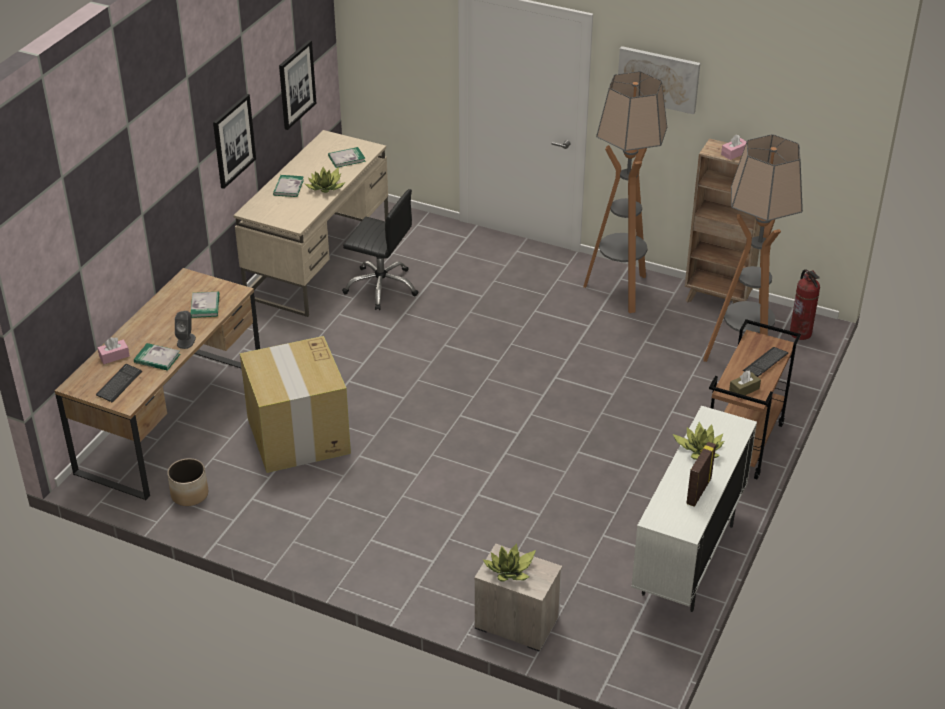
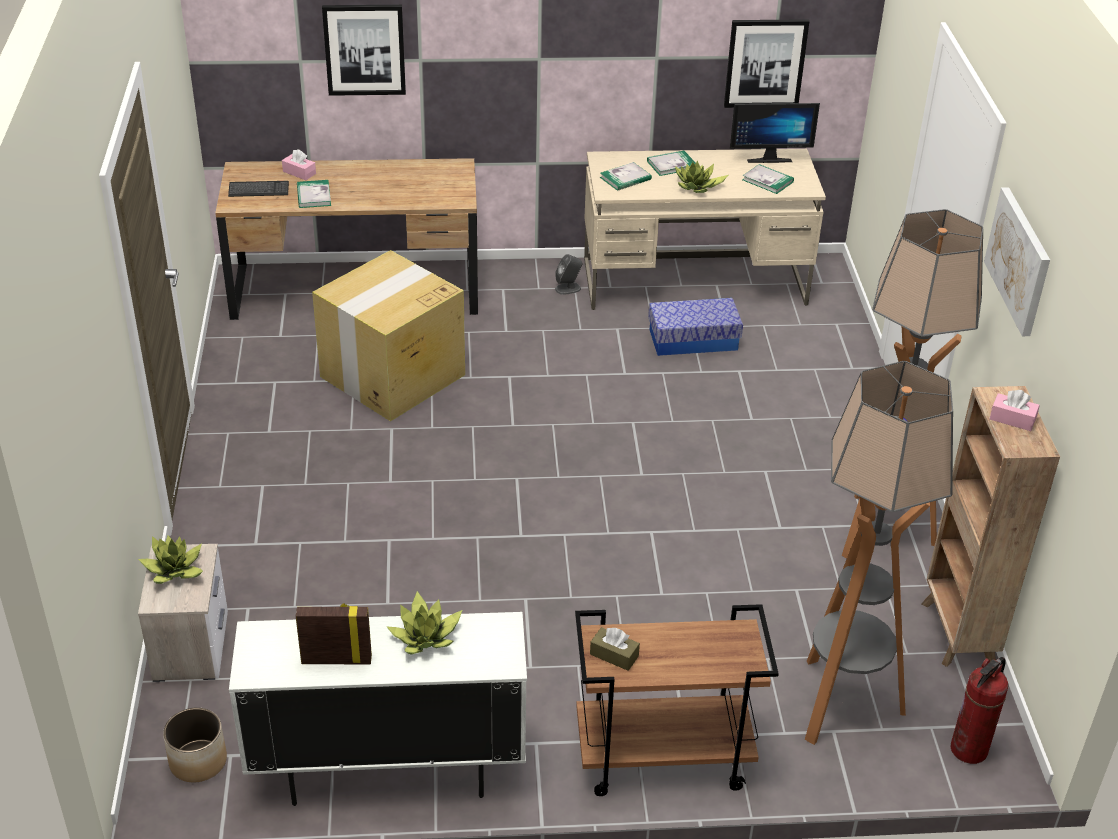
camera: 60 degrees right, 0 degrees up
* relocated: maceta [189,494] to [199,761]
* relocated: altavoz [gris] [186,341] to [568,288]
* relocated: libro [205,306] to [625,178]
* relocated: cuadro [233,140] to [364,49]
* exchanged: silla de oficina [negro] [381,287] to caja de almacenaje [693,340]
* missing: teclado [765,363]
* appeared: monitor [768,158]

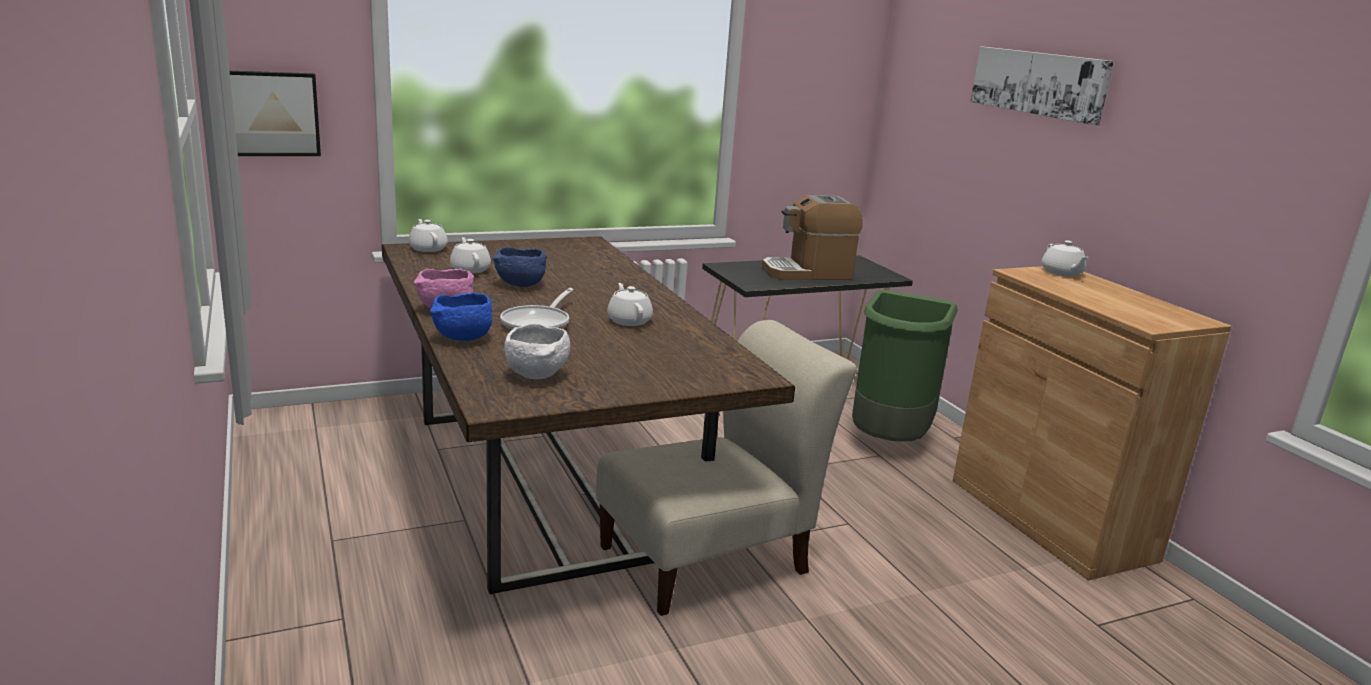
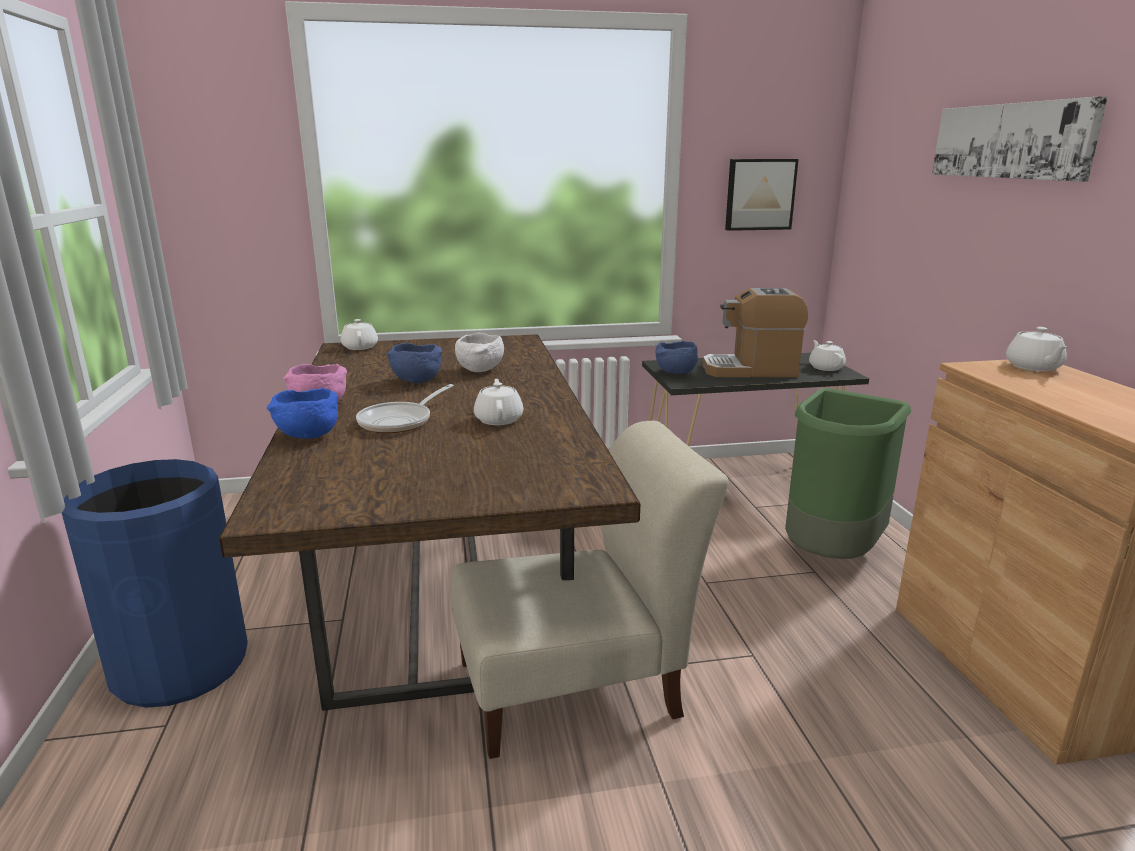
camera: 15 degrees right, 0 degrees up
* relocated: cuadro [273,113] to [759,194]
* relocated: tetera [blanco] [470,269] to [825,367]
* relocated: cuenco [blanco] [537,376] to [480,371]
* appeared: papelera [azul] [181,666]
* appeared: cuenco [azul] [675,373]

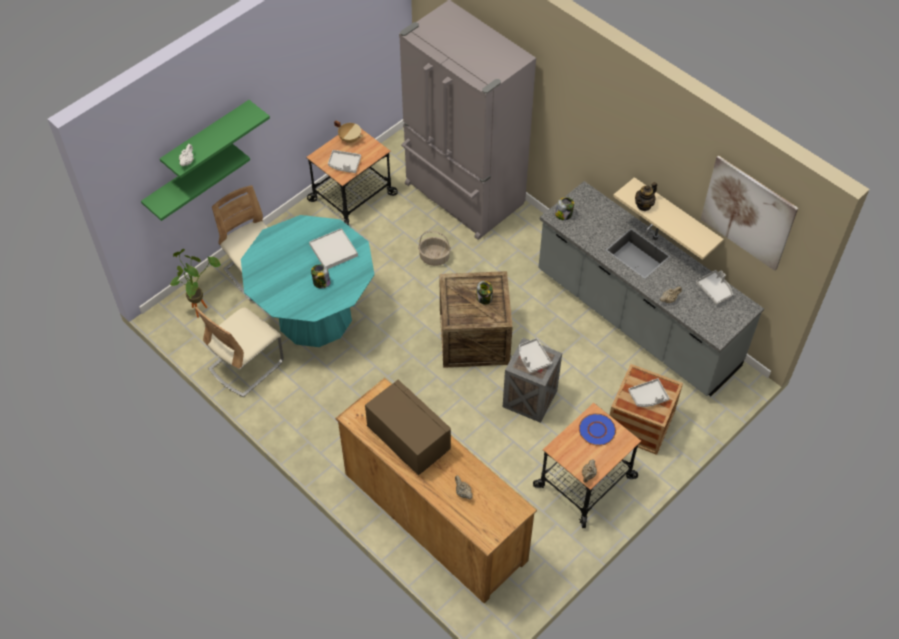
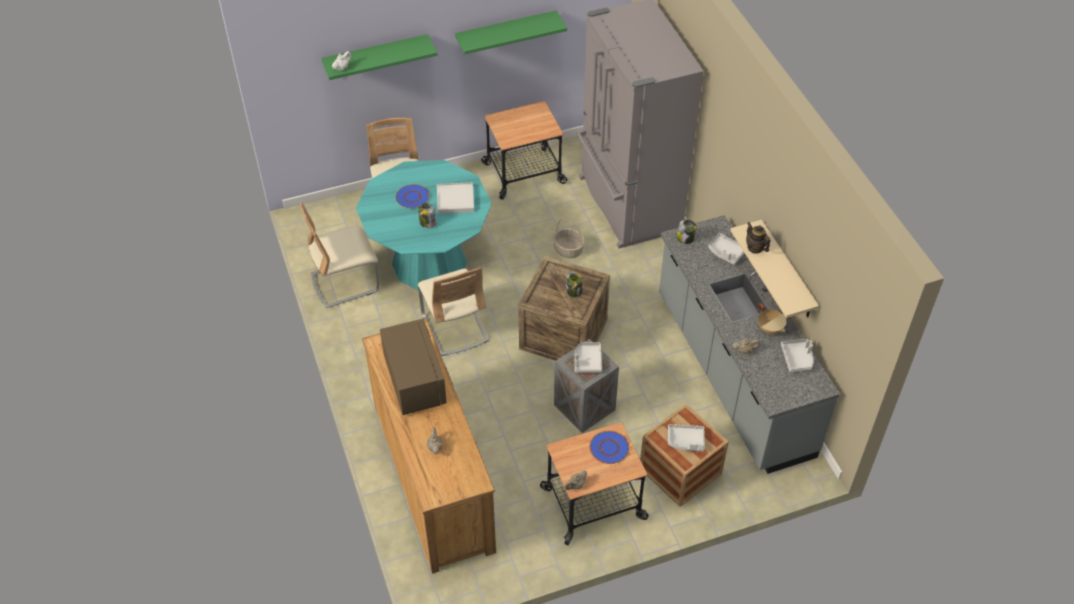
camera: 25 degrees right, 5 degrees down
* relocated: estante [verde] [188,179] to [506,32]
* missing: planta en maceta [200,307]
* relocated: bandeja [gris] [344,164] to [726,252]
* relocated: olla [beis] [350,139] to [770,328]
* spun: tetera [644,205] = [755,248] 75 degrees clockwise
* missing: cuadro [748,213]
* appeared: plato [azul] [412,197]
* appeared: silla [beis] [454,327]

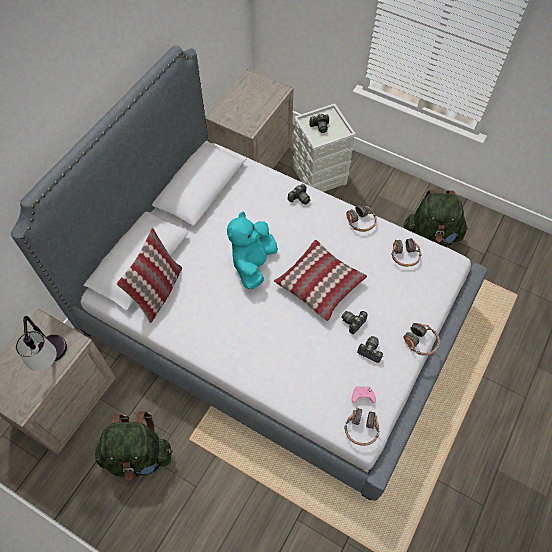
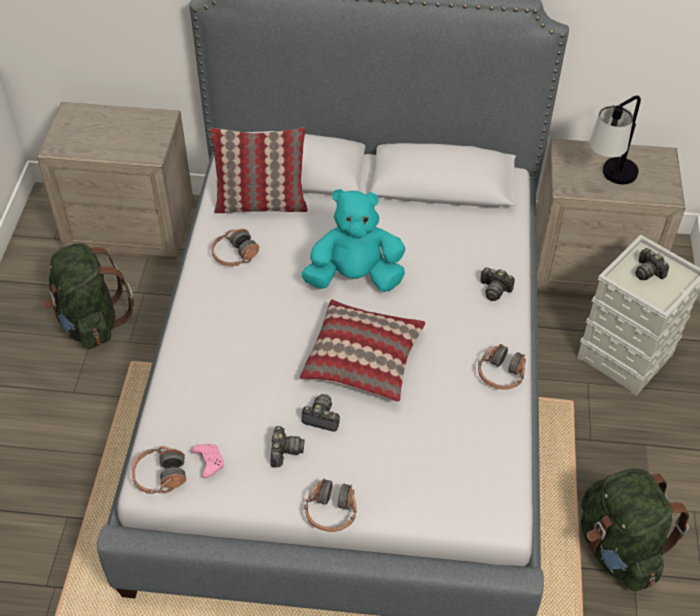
camera: 65 degrees right, 10 degrees down
* relocated: lámpara de mesa [55,361] to [609,180]
* relocated: auriculares [404,256] to [234,255]

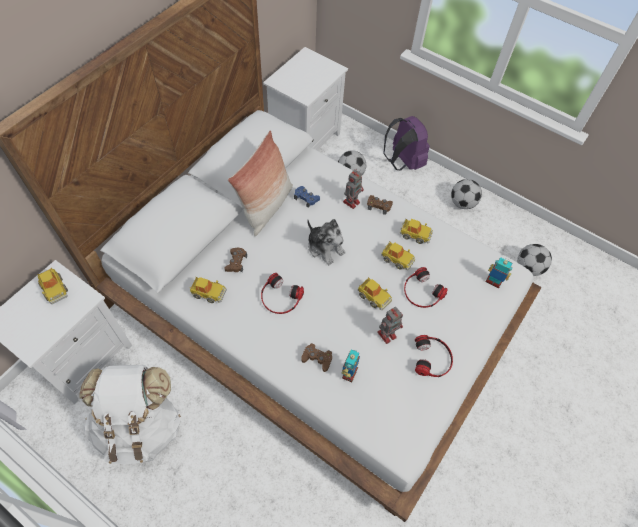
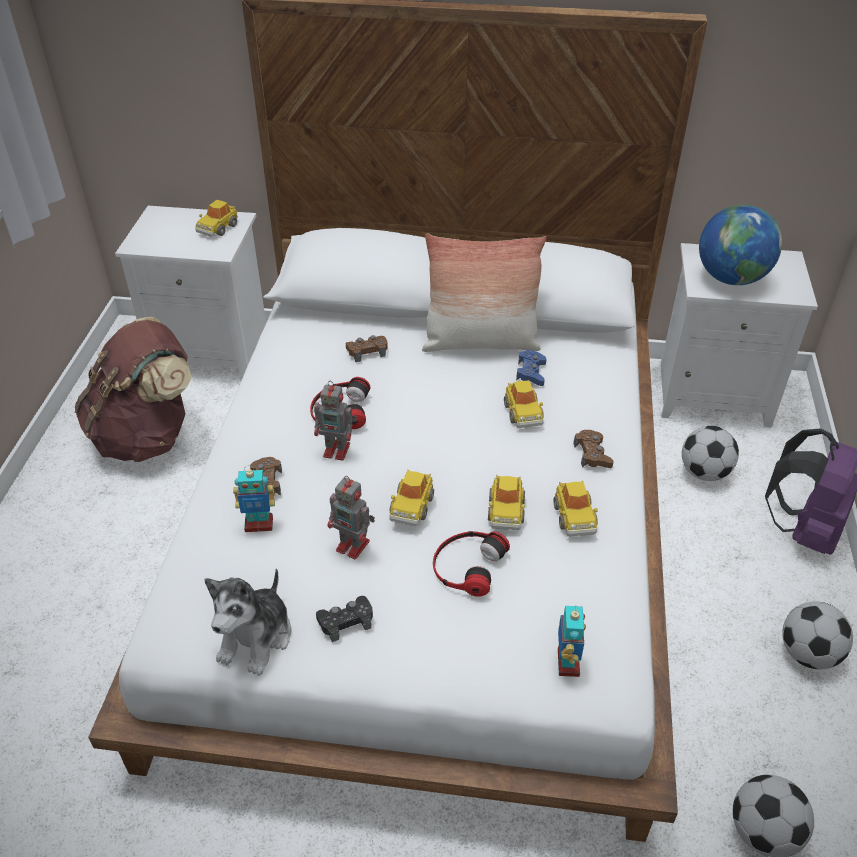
camera: 65 degrees right, 15 degrees down
* colour: mochila [blanco] [140,426] to mochila [marrón] [147,436]
* relocated: coche de juguete [208,292] to [523,412]
* relocated: peluche [325,248] to [256,638]
* relocated: robot de juguete [352,201] to [338,450]
* exchanged: auriculares [432,358] to mando de consola [negro] [346,621]
* appeared: globo terráqueo [731,278]

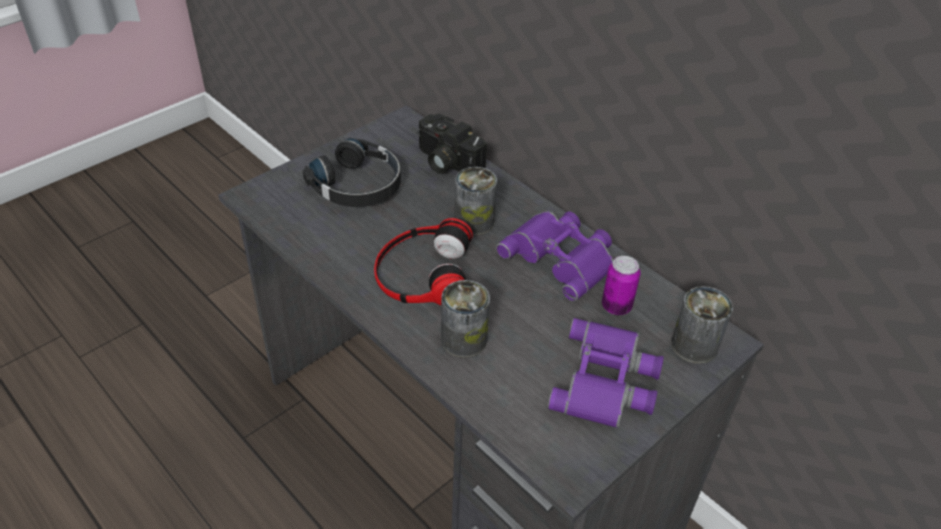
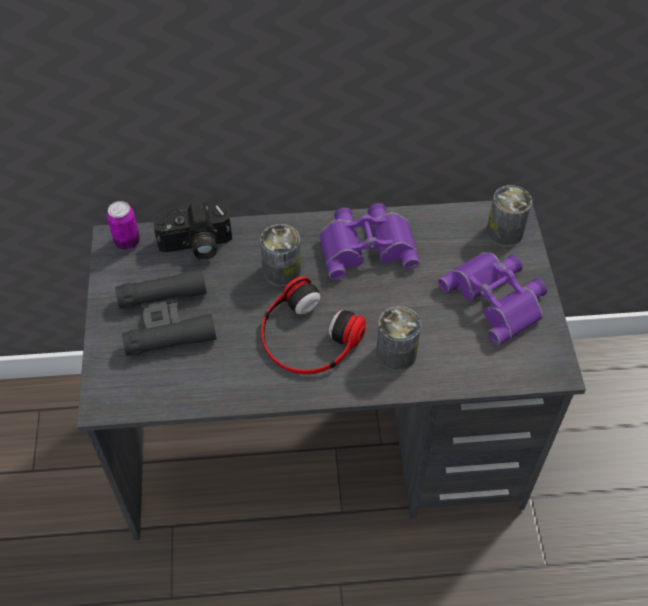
camera: 50 degrees left, 10 degrees up
* exchanged: auriculares [negro] [358,185] to prismáticos [negro] [167,319]
* relocated: lata [616,306] to [127,242]

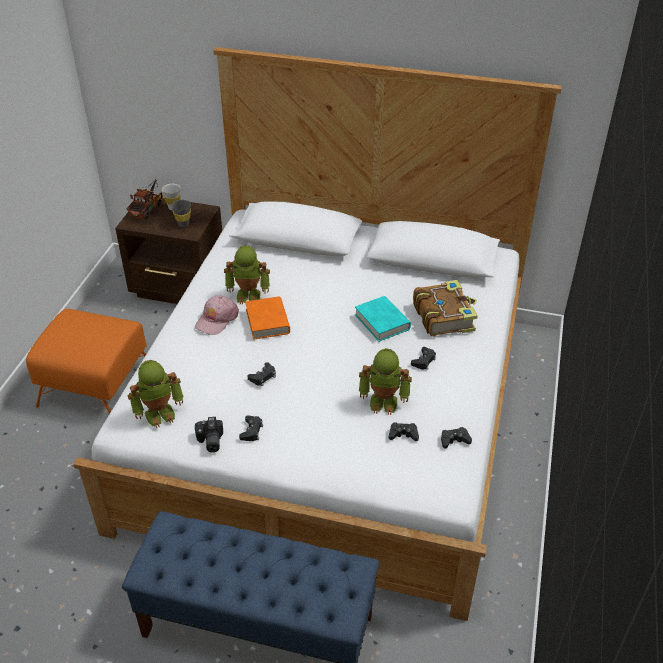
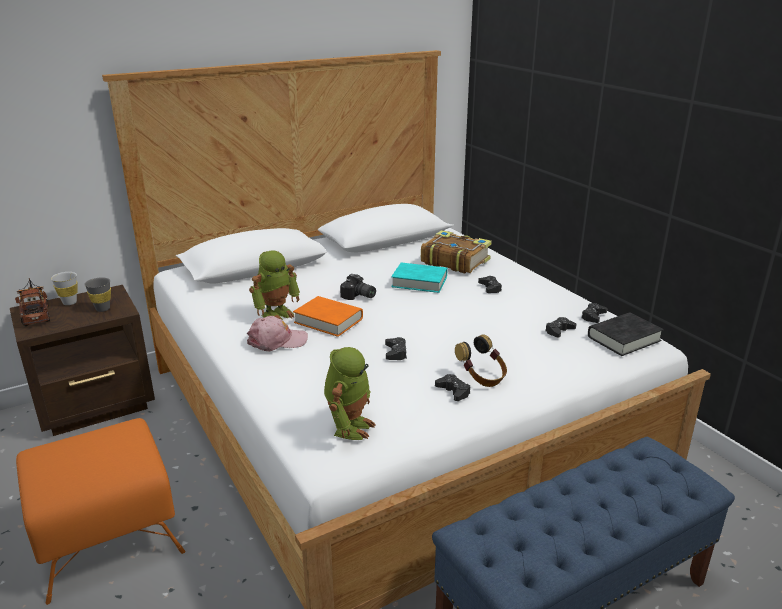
camera: 45 degrees left, 15 degrees down
* spun: gorra [rosa] [216,319] = [277,341] 90 degrees counterclockwise
* relocated: cámara [209,441] to [358,296]
* missing: robot de juguete [384,401]
* appeared: auriculares [482,377]
* appeared: libro [negro] [623,339]

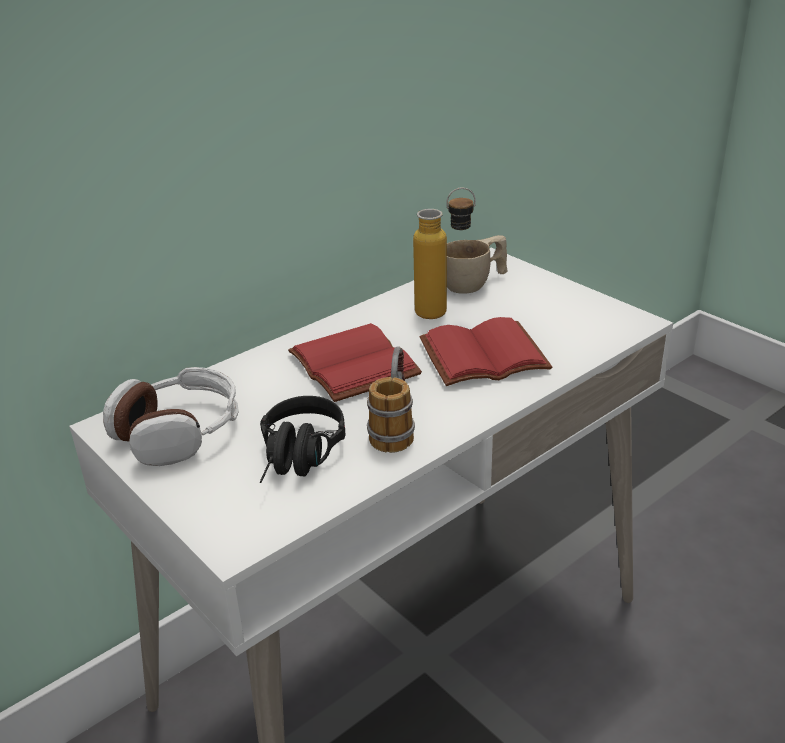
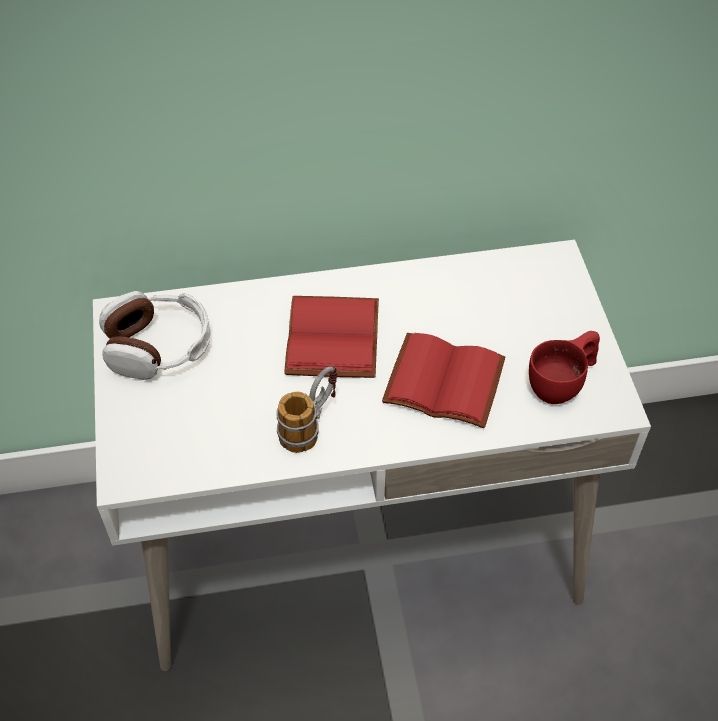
camera: 30 degrees right, 20 degrees up
* missing: auriculares [negro] [299,459]
* missing: botella [444,312]
* missing: taza [beis] [474,284]
* appeared: taza [rojo] [563,383]

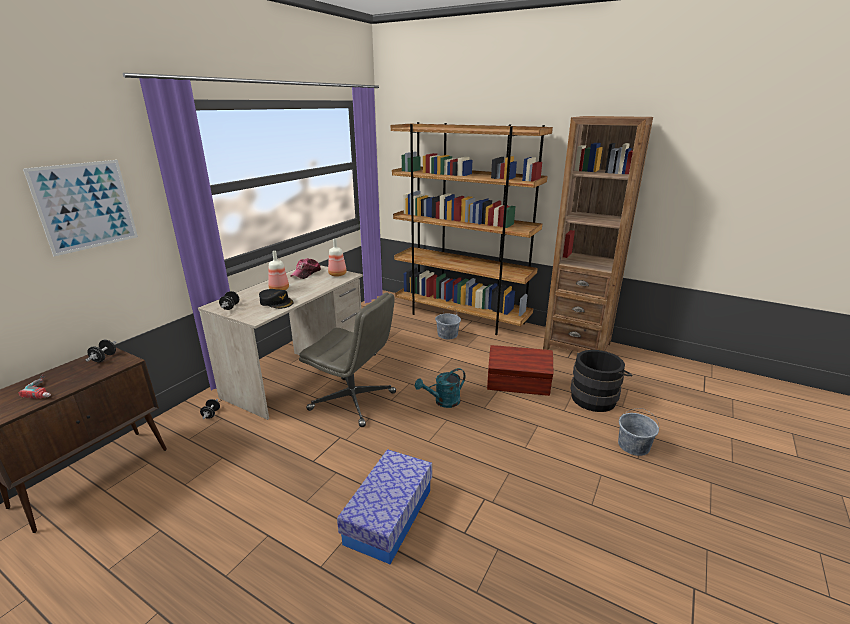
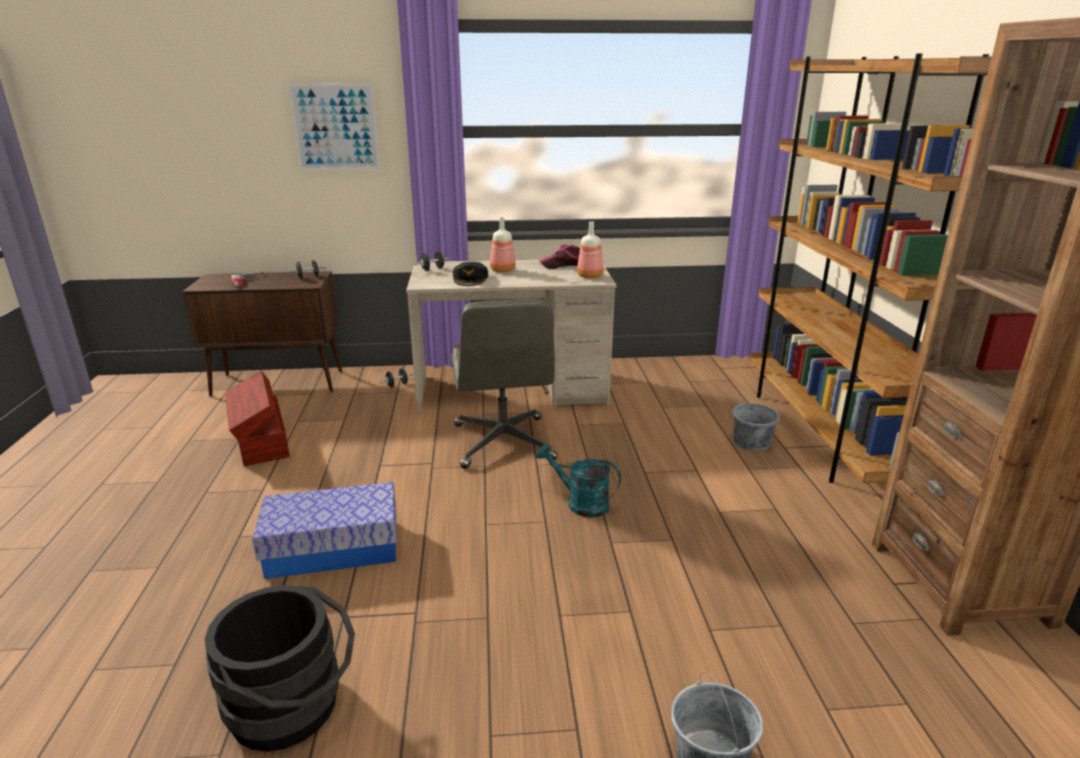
camera: 55 degrees right, 0 degrees up
* relocated: caja de almacenaje [marrón] [518,385] to [261,441]
* relocated: cubo [negro] [595,397] to [294,708]

